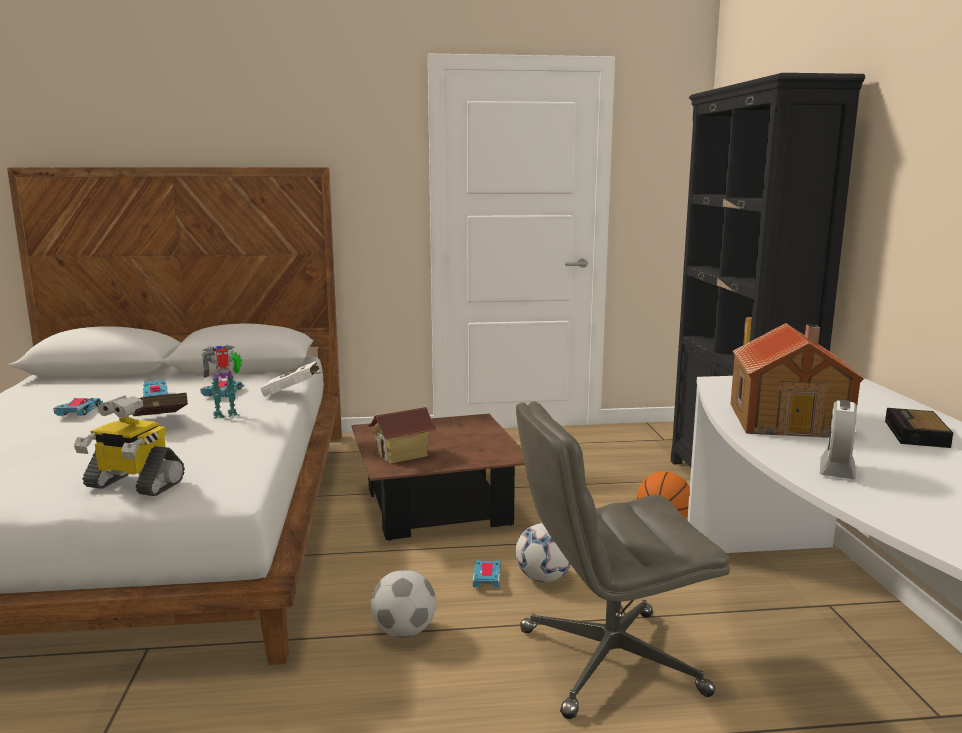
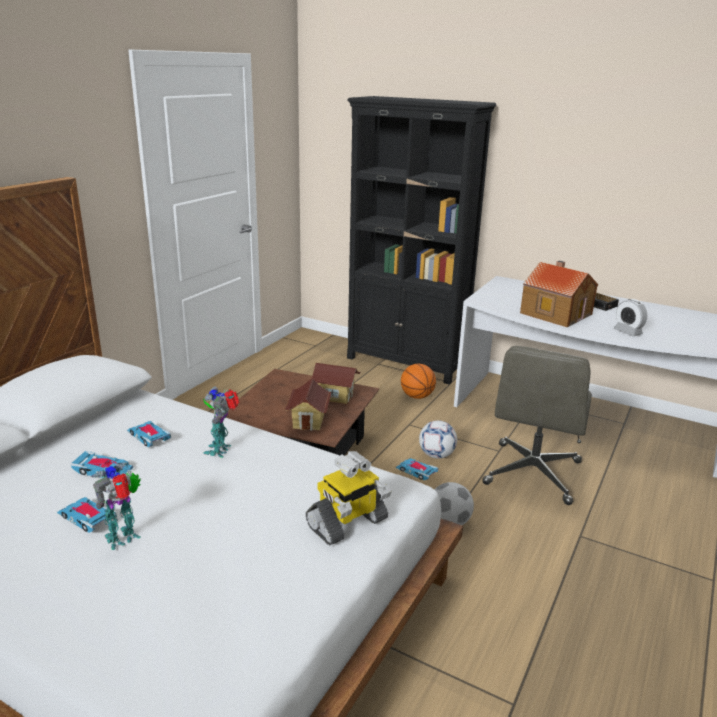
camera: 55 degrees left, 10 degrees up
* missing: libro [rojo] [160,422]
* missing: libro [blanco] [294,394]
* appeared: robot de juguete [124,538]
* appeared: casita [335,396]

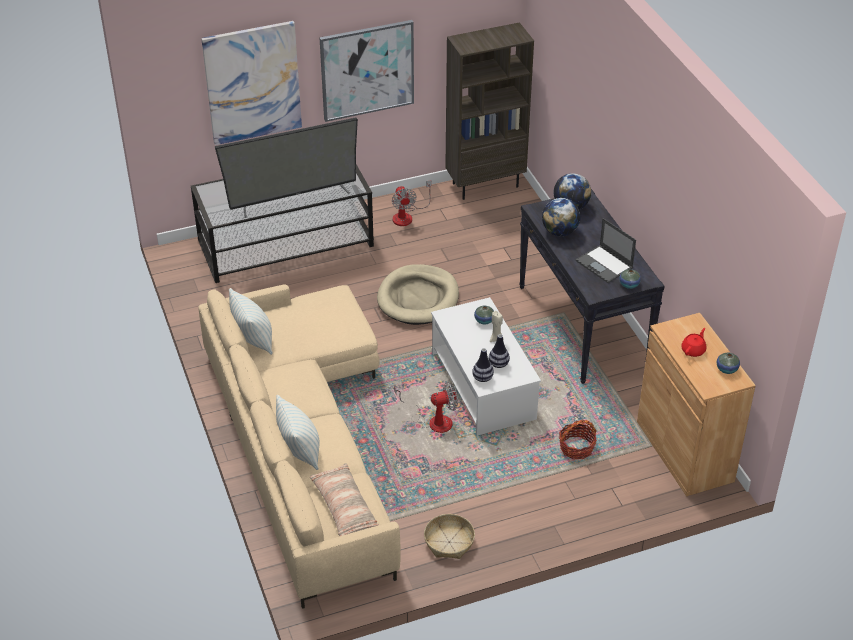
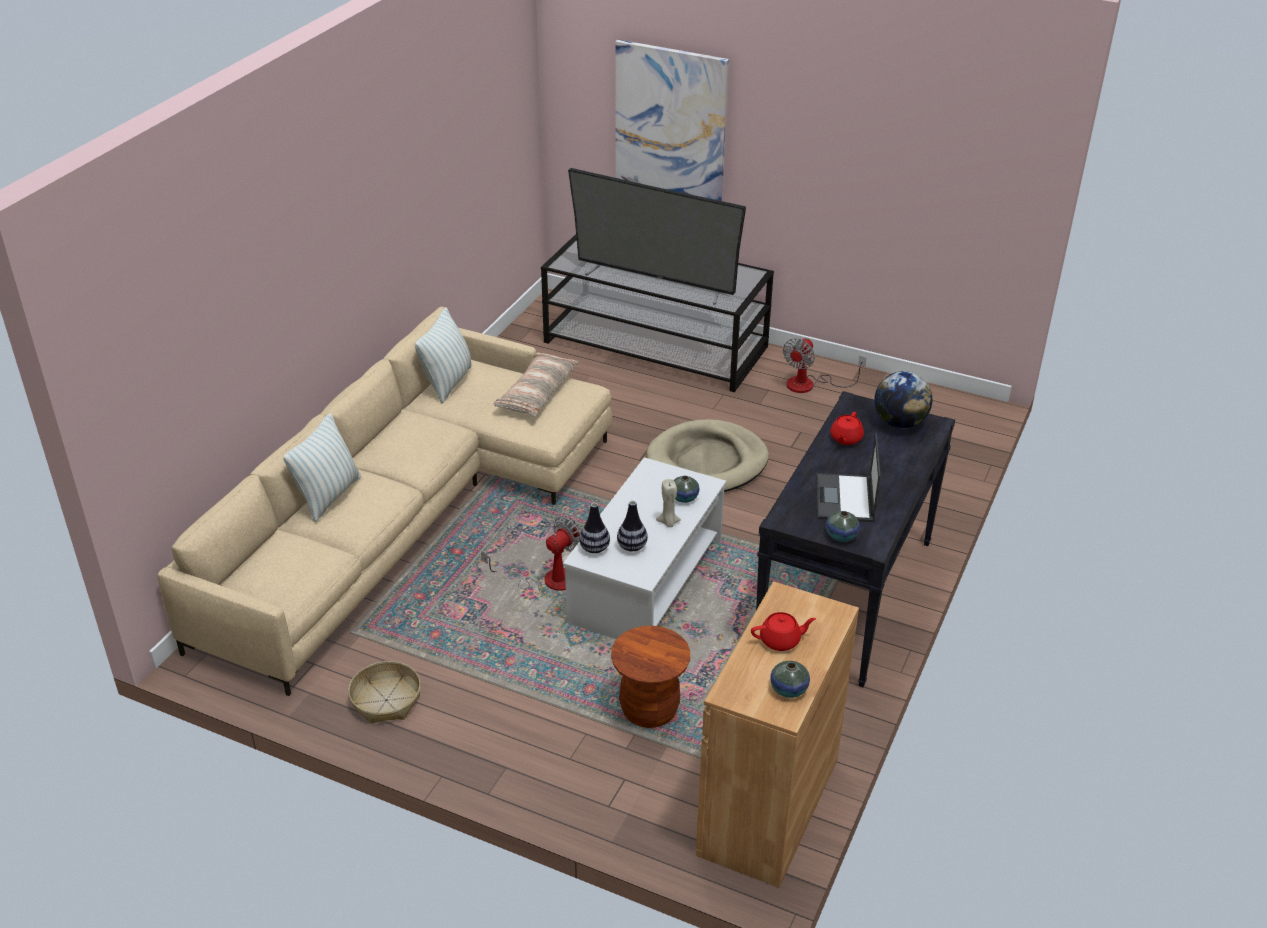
camera: 45 degrees right, 5 degrees down
* relocated: cojín [344,508] to [537,393]
* missing: cuadro [367,70]
* spun: ventilador [433,421] = [547,579] 75 degrees counterclockwise
* missing: estantería [marrón] [485,184]
* exchanged: globo terráqueo [560,232] to tetera [rojo] [845,438]
* exchanged: cesta [576,448] to taburete [marrón] [649,710]

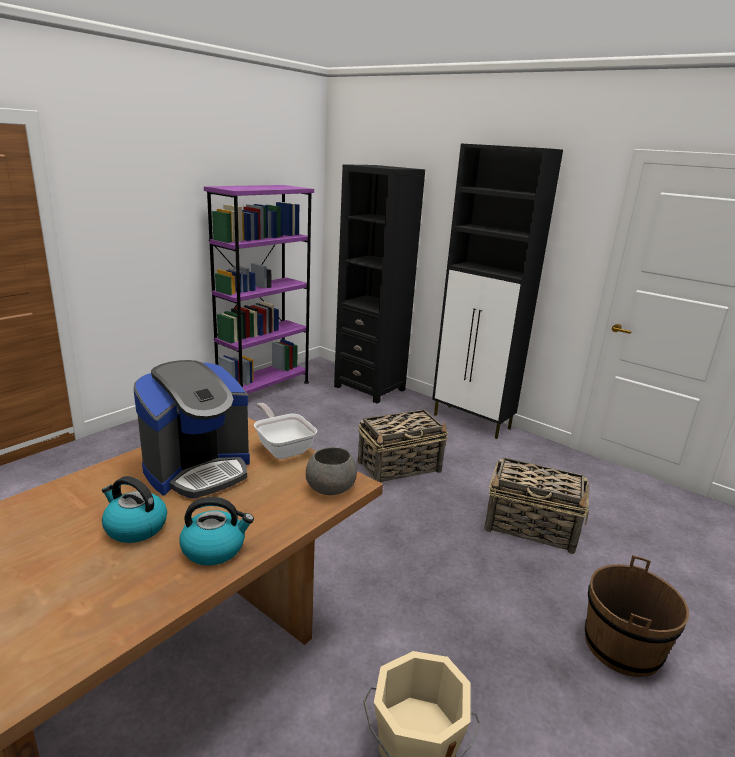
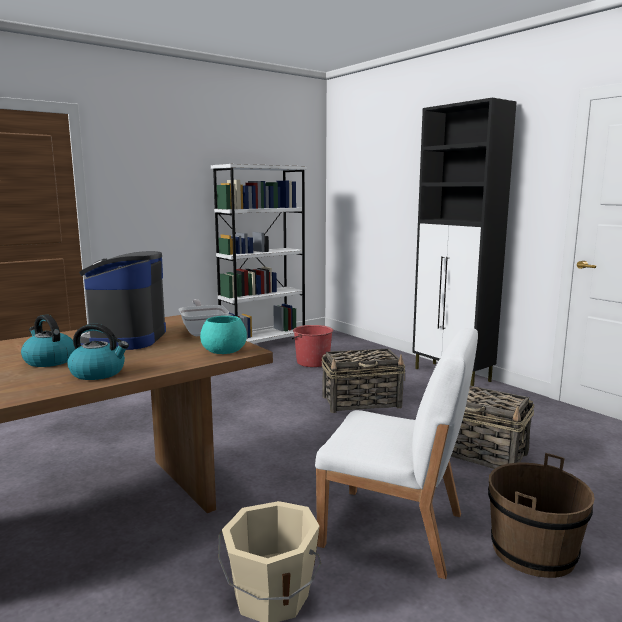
camera: 15 degrees right, 10 degrees down
* spun: cafetera [198,470] = [124,338] 120 degrees clockwise
* colour: estantería [morado] [264,389] to estantería [blanco] [263,346]
* colour: cuenco [gris] [331,487] to cuenco [turquesa] [225,351]
* missing: estantería [negro] [369,388]
* appeared: cubo [rojo] [312,362]
* appeared: silla [blanco] [394,530]

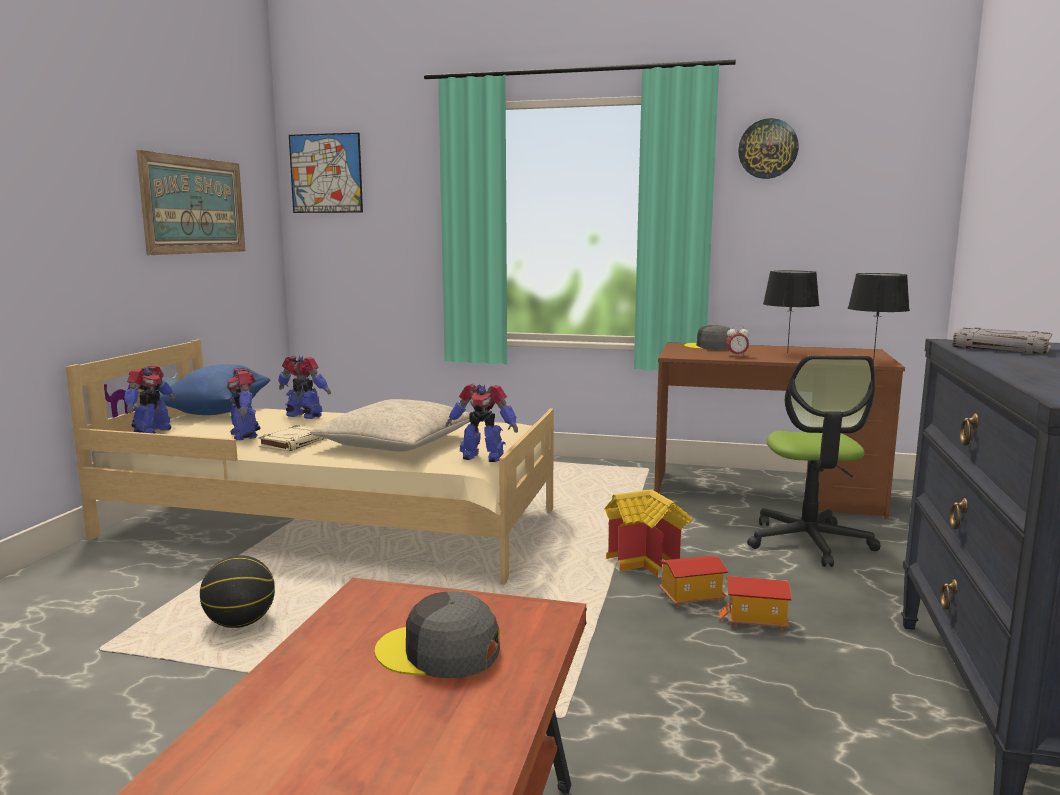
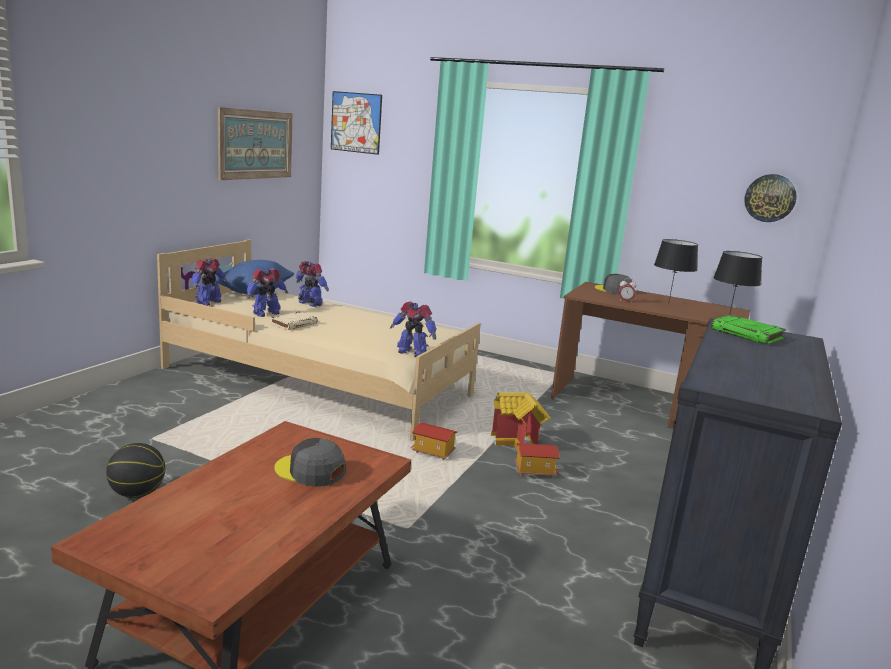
camera: 10 degrees right, 5 degrees up
* relocated: balón de baloncesto [240,623] to [137,494]
* spun: robot de juguete [245,435] = [265,313] 120 degrees counterclockwise
* missing: cojín [beis] [397,442]
* relocated: casita [755,621] to [432,453]
* relocated: reloj de pared [767,149] to [770,198]
* missing: silla de oficina [809,542]
* colour: libro [gris] [1002,348] to libro [verde] [747,334]

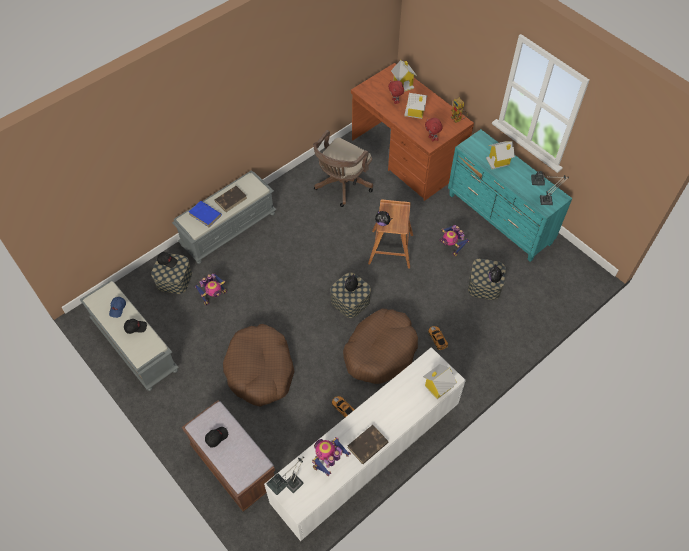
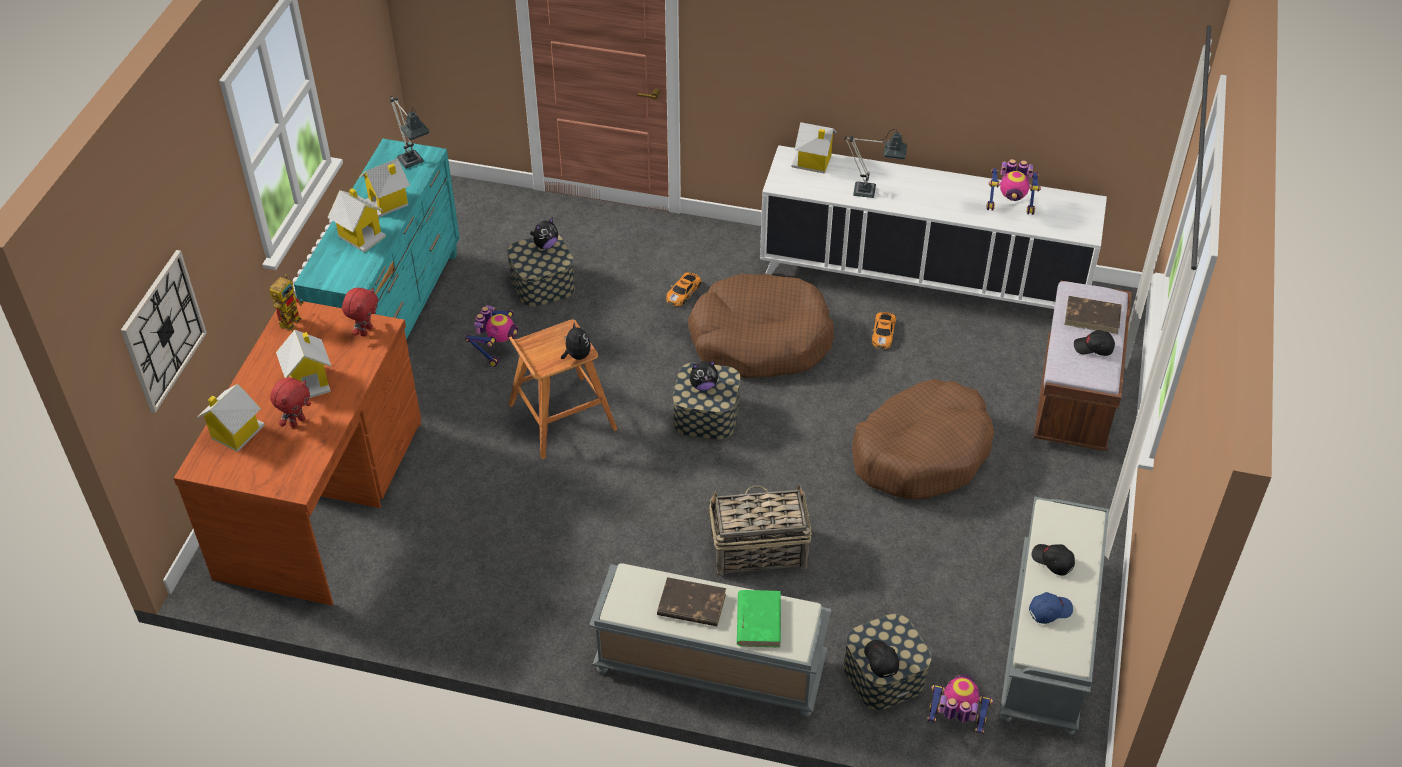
camera: 125 degrees left, 10 degrees down
* colour: libro [azul] [205,215] to libro [verde] [758,620]
* relocated: robot de juguete [213,295] to [955,722]
* relocated: lámpara de mesa [290,486] to [871,192]
* missing: silla de oficina [marrón] [341,186]
* relocated: libro [marrón] [367,445] to [1093,317]
* appeared: reloj de pared [163,331]
* appeared: casita [388,203]
* appeared: cesta [757,550]

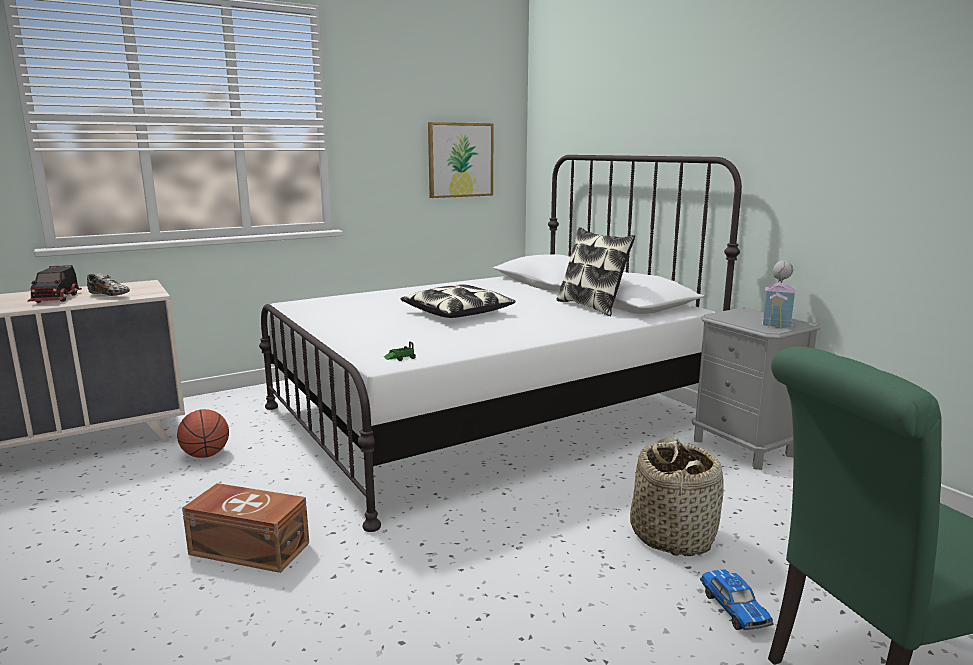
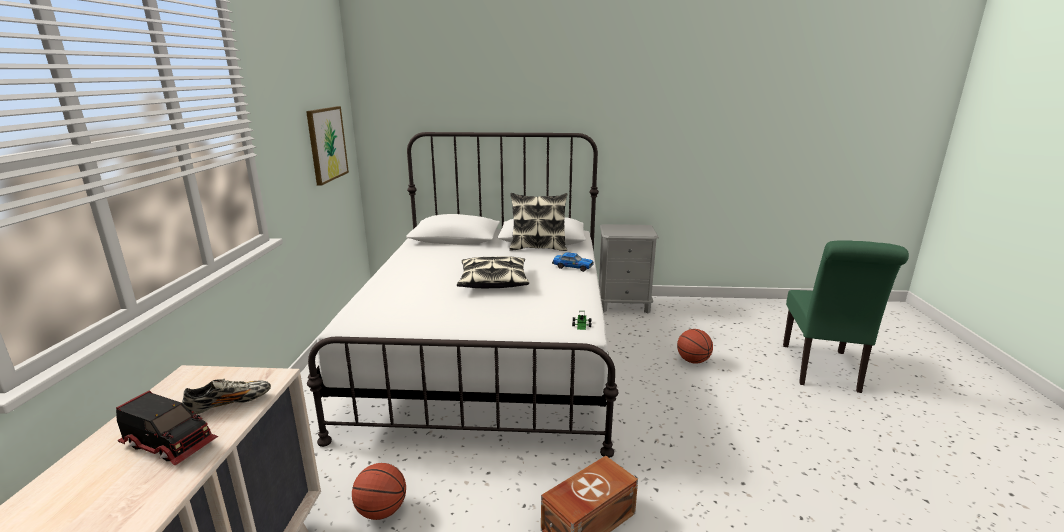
camera: 55 degrees left, 5 degrees up
* exchanged: cesta [673,535] to balón de baloncesto [693,361]
* relocated: coche de juguete [733,608] to [572,267]
* missing: casita [777,321]

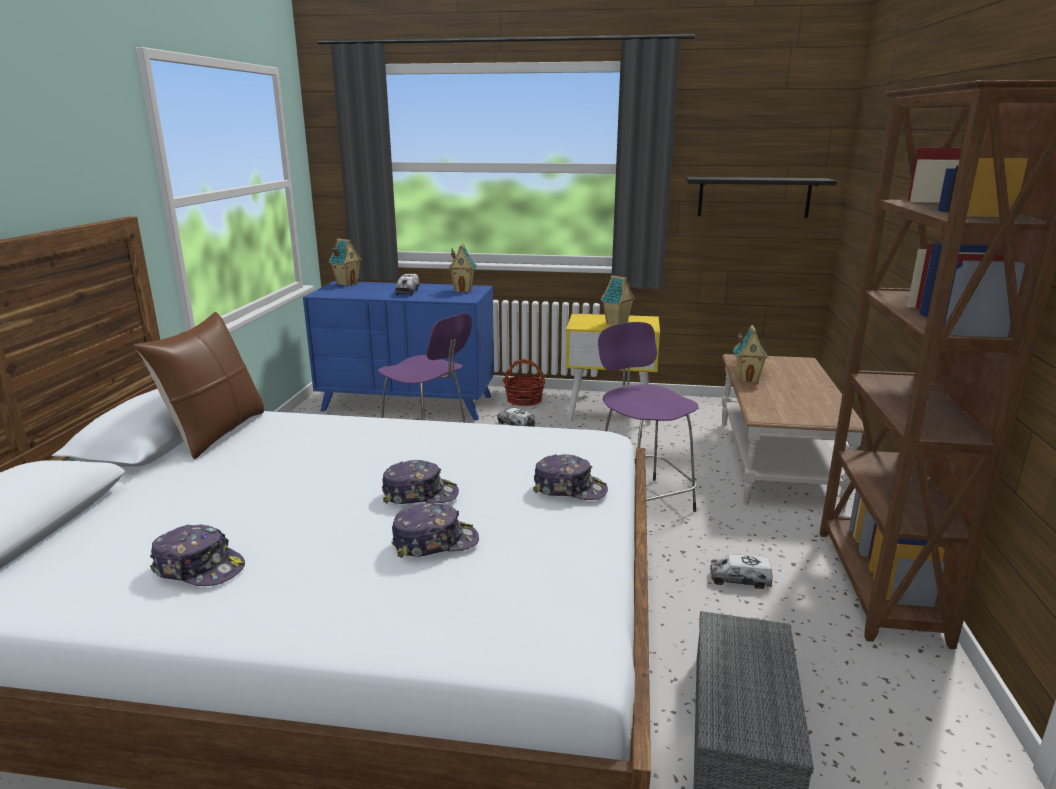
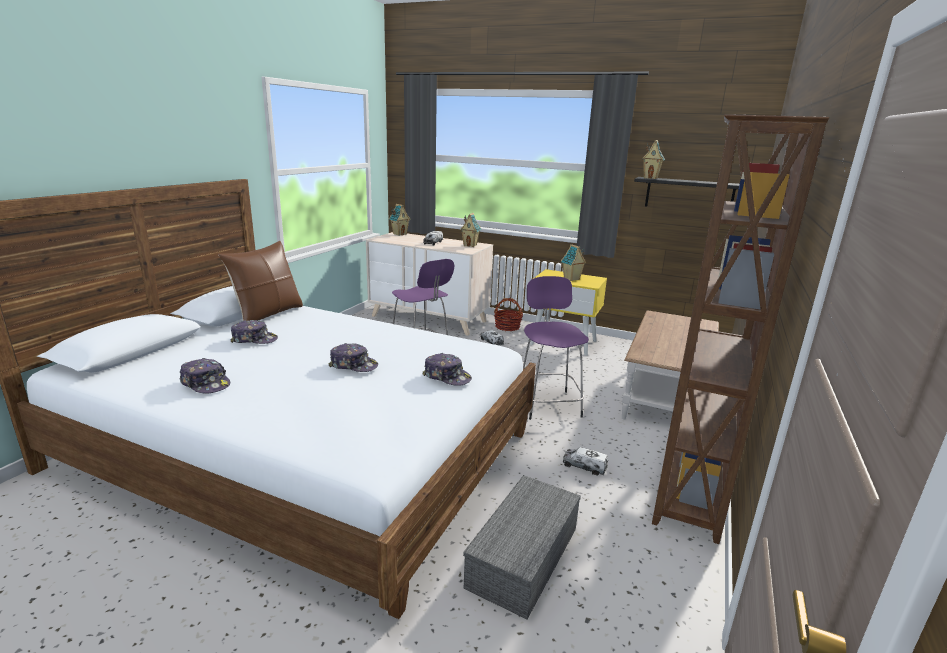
camera: 15 degrees right, 0 degrees up
* colour: cómoda [azul] [408,403] to cómoda [beis] [429,319]
* relocated: gorra [435,542] to [254,339]
* relocated: casita [747,379] to [650,178]

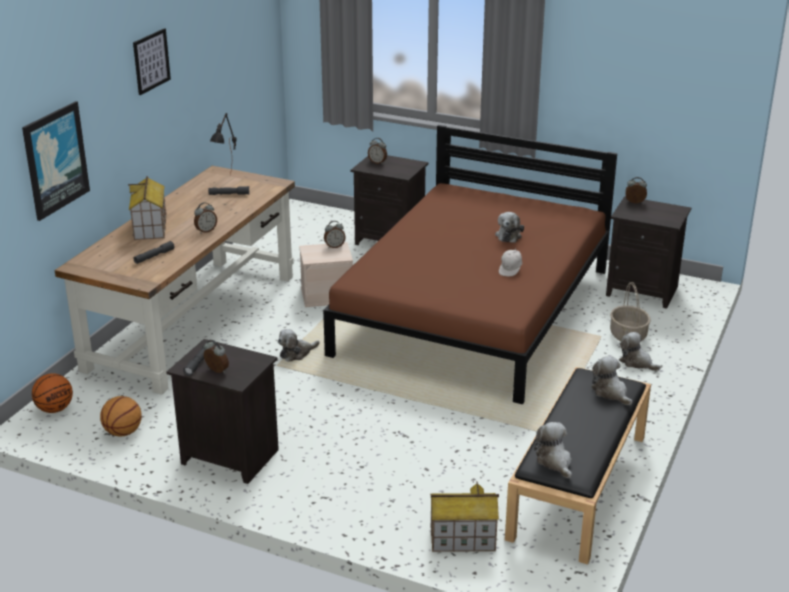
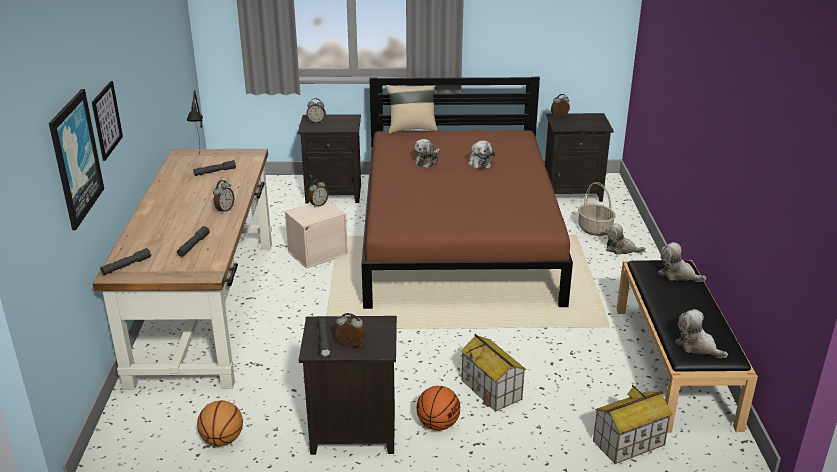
camera: 25 degrees left, 0 degrees up
* relocated: balón de baloncesto [54,409] to [438,424]
* relocated: casita [150,228] to [492,390]
* relocated: cuadro [151,61] to [106,120]
* relocated: peluche [296,354] to [427,161]
* missing: gorra [blanco] [511,270]
* appeared: linterna [gris] [126,266]
* appeared: cojín [beis] [411,128]

